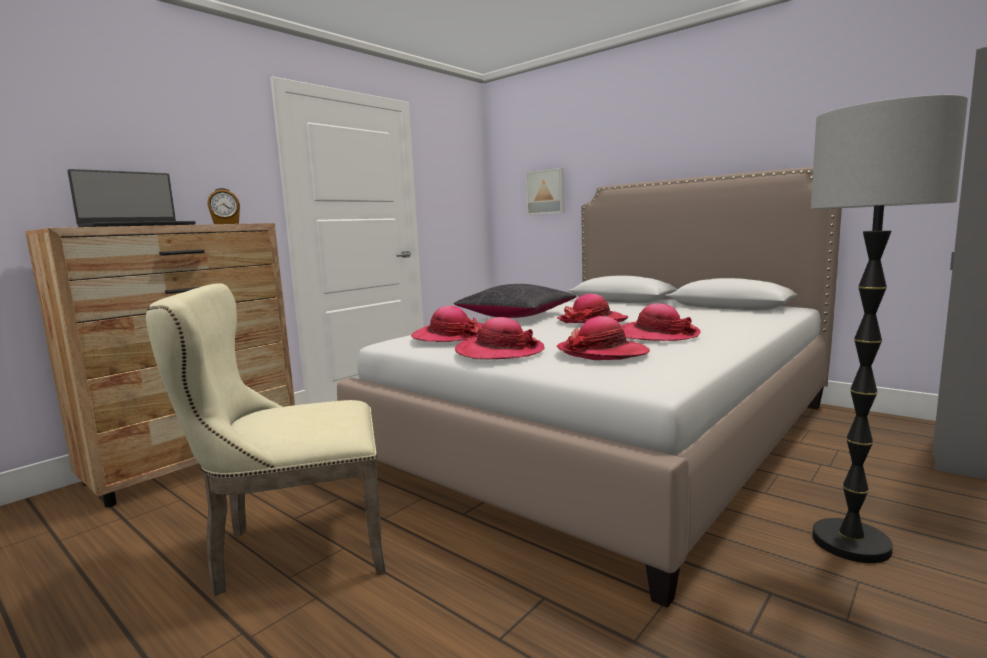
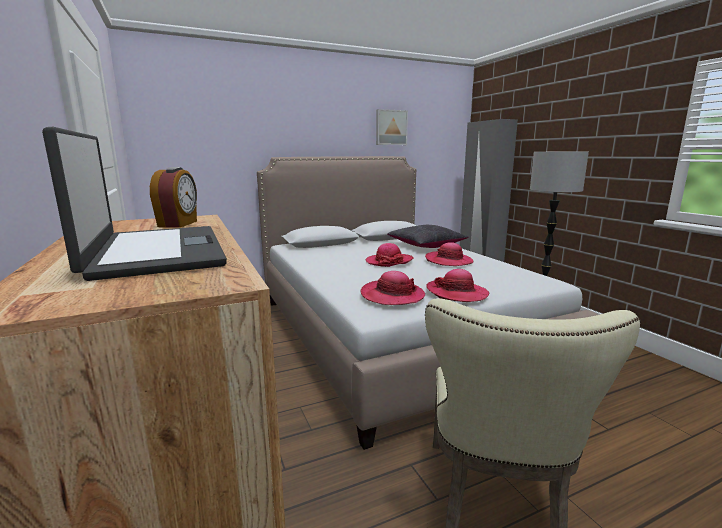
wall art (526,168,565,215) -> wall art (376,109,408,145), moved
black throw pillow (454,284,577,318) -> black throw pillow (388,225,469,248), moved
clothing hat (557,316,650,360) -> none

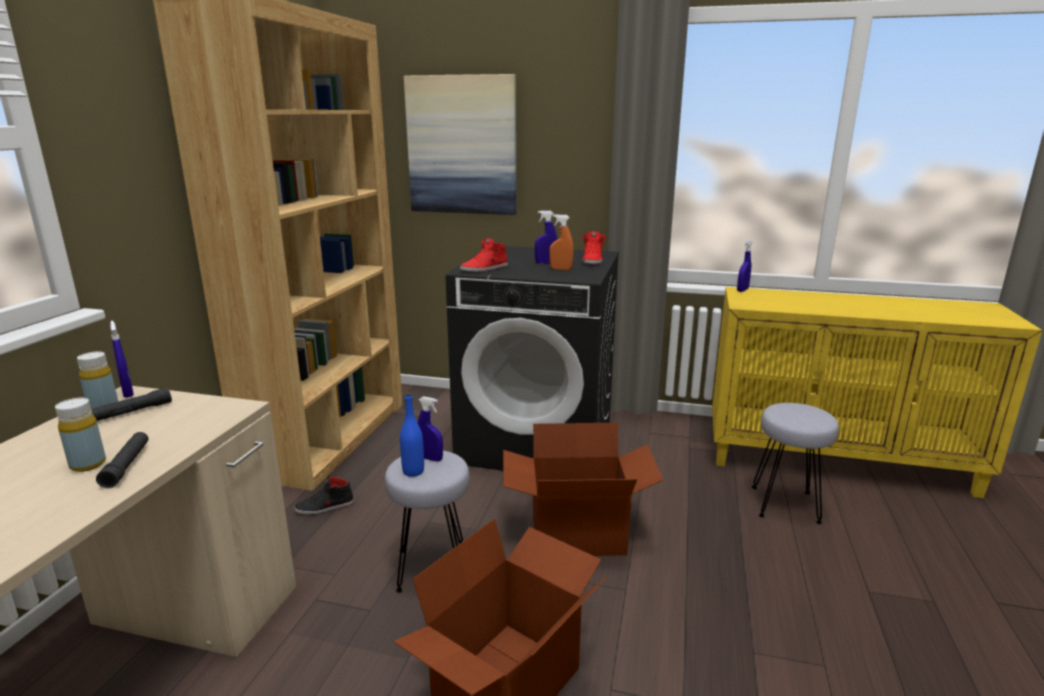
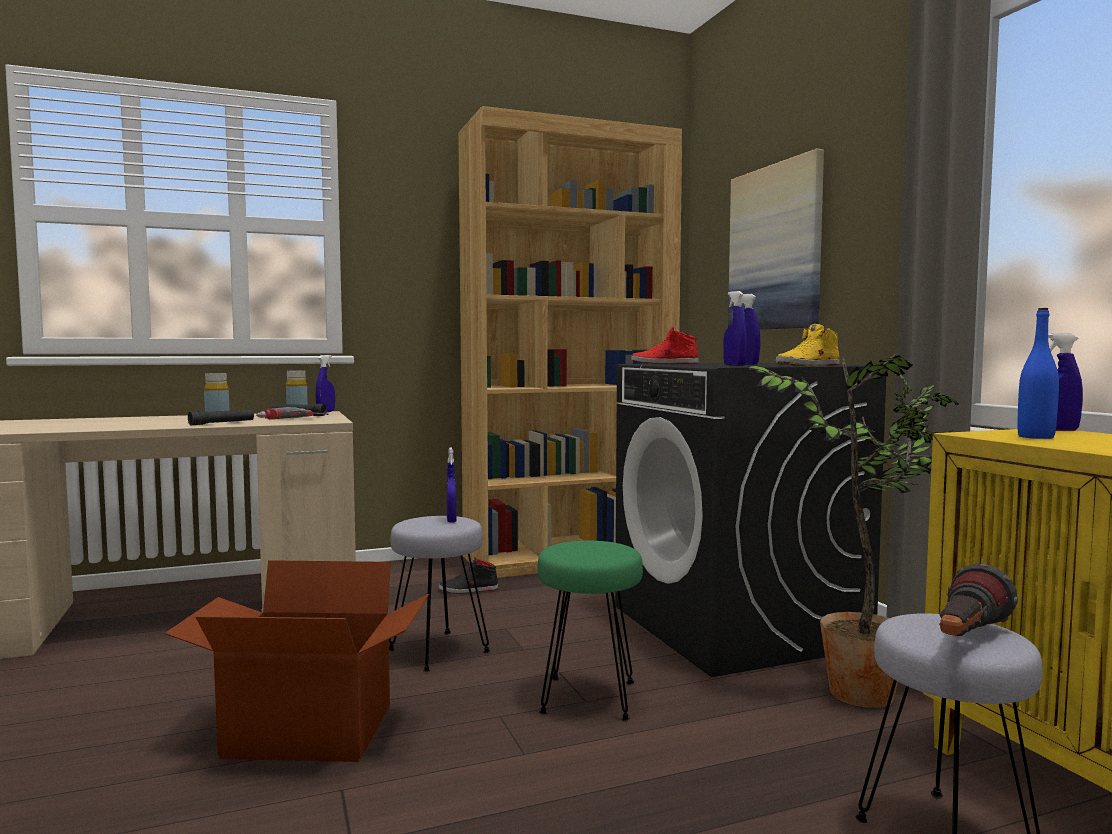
orange-coloured sprayer (549,214,574,270) -> bluish sprayer (723,291,747,366)
red low shoe (582,231,606,264) -> yellow-coloured low shoe (775,324,840,366)
bluish drink bottle (400,392,424,477) -> bluish drink bottle (1017,308,1059,439), moved
packing box (503,423,663,556) -> green-coloured stool (537,541,643,721)
black low shoe (294,476,354,515) -> black low shoe (439,557,498,594), 45 degrees counterclockwise
none -> plant in a pot (746,354,959,708)
none -> drill (256,407,328,420)
none -> hand torch (939,564,1018,636)

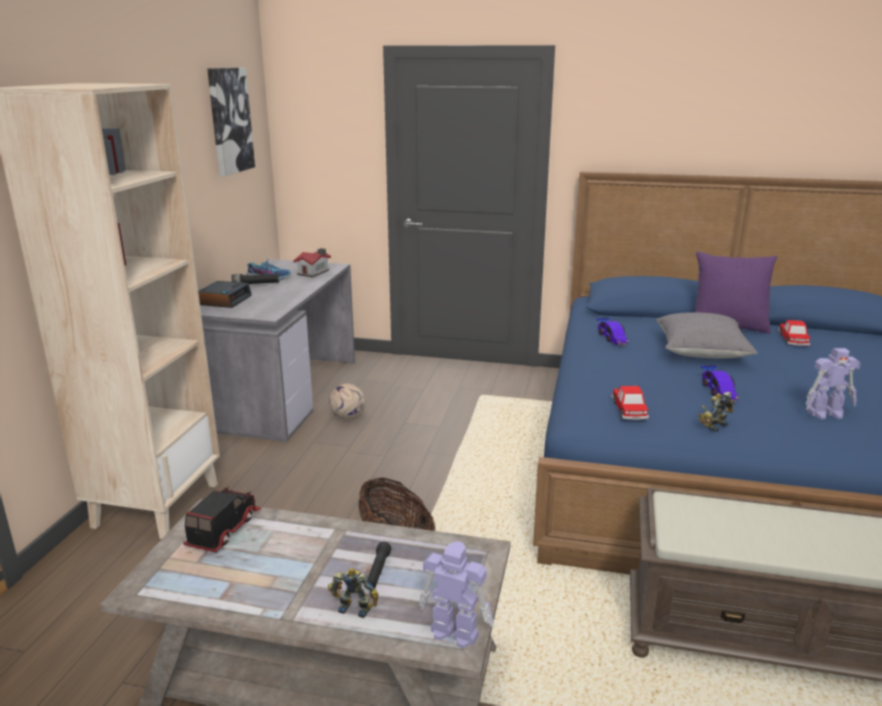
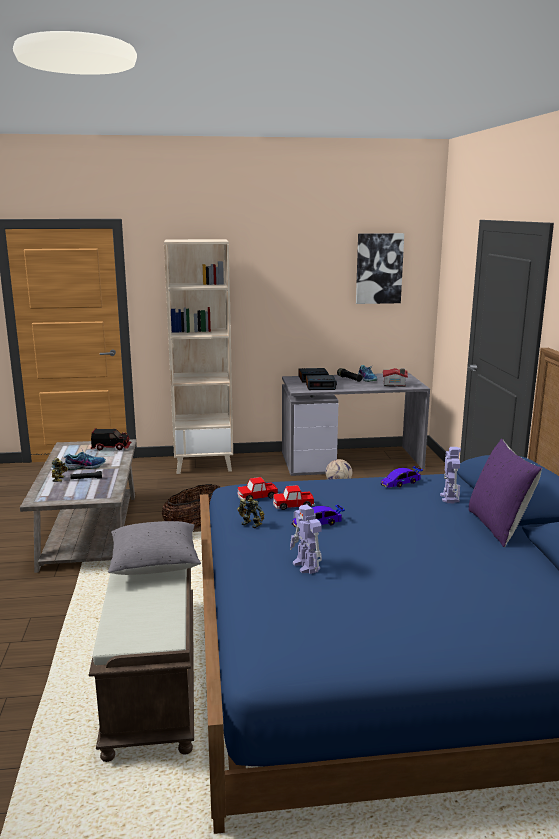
gray throw pillow (656,312,758,358) -> gray throw pillow (108,521,201,575), moved
toy car (778,320,811,346) -> toy car (273,485,315,510), moved
model robot (419,541,494,648) -> model robot (440,447,461,503), moved
none -> table clock (306,375,337,390)
none -> low shoe (64,450,106,470)

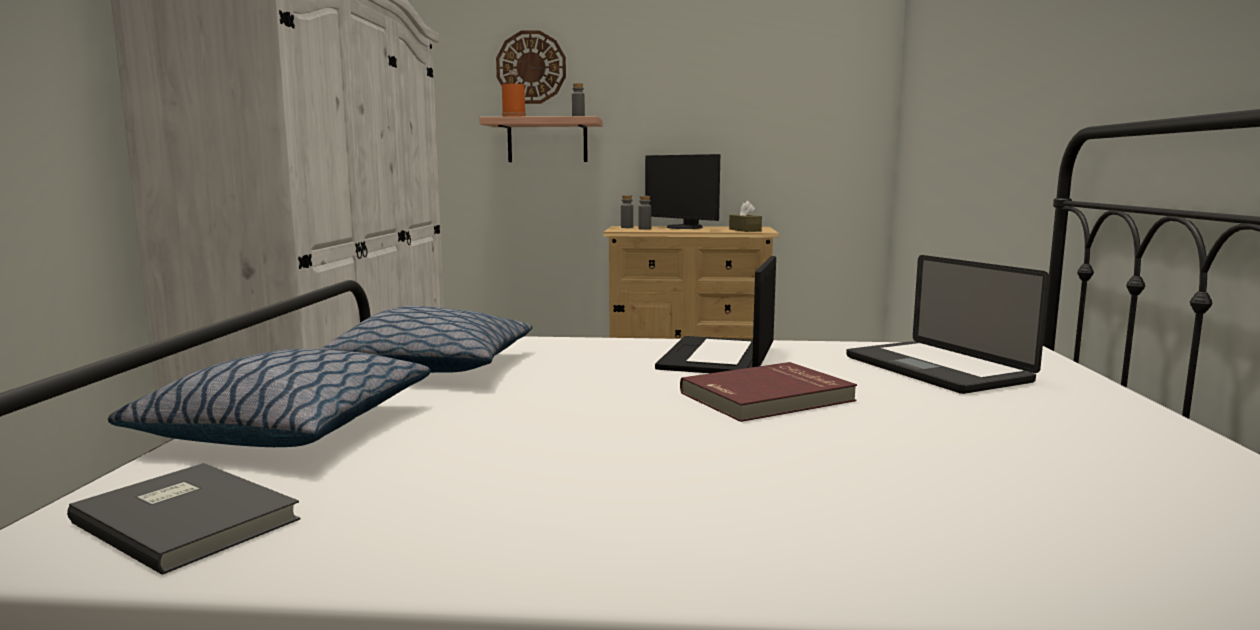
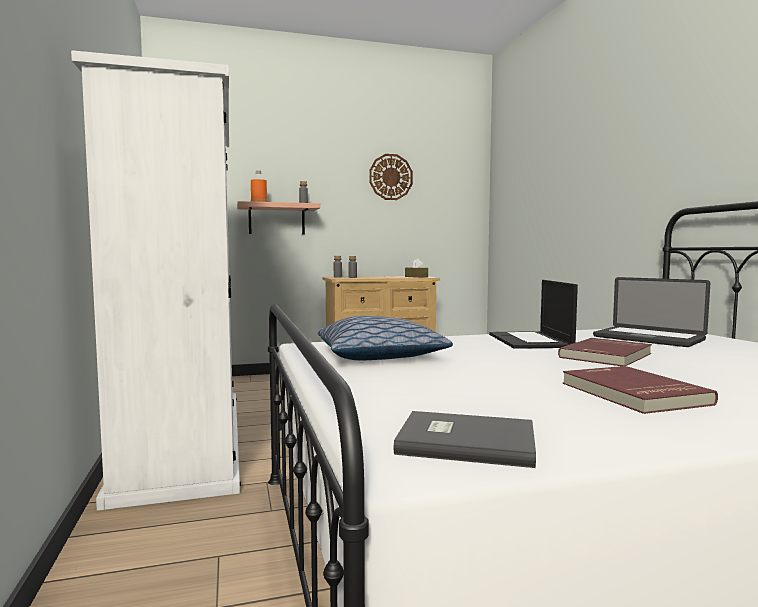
hanging clock (496,30,566,104) -> hanging clock (369,154,413,200), moved
computer display (645,154,720,229) -> none
throw pillow (108,349,430,447) -> none
none -> red bound book (563,366,718,414)

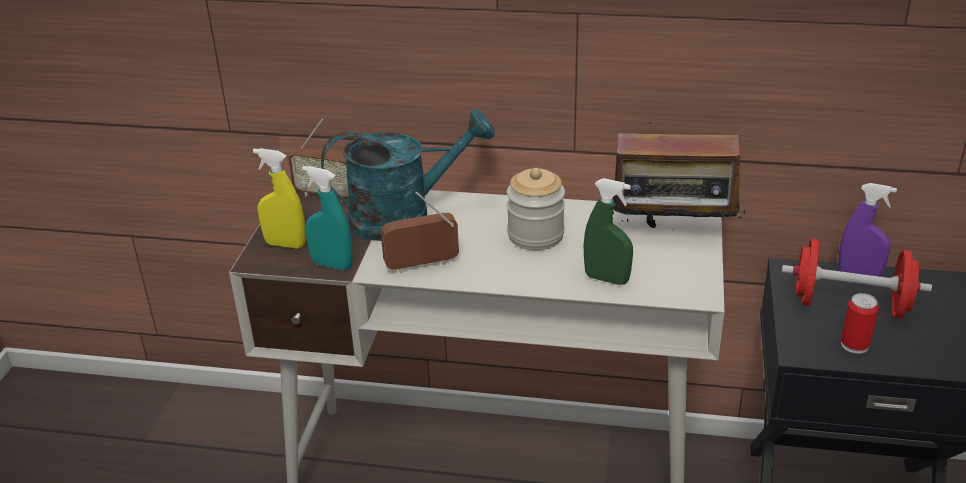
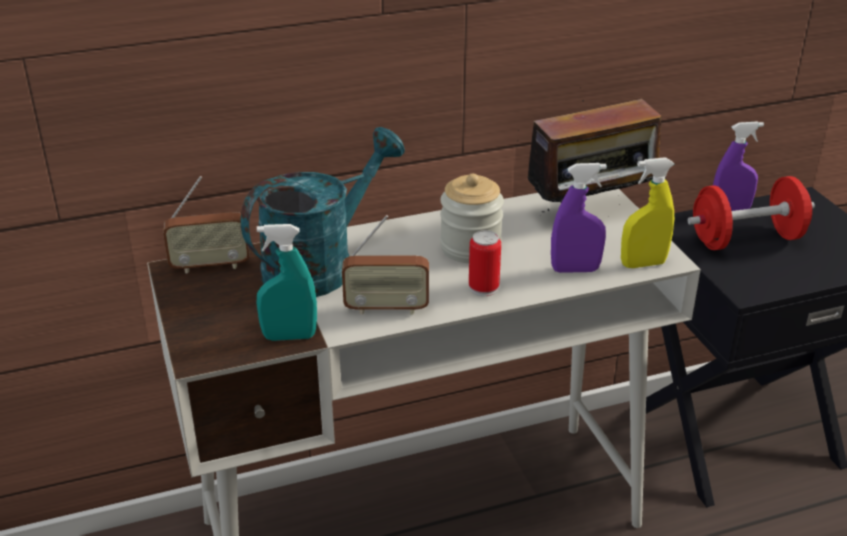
yellow-coloured sprayer (253,148,306,249) -> yellow-coloured sprayer (621,157,674,268), moved
green-coloured sprayer (584,178,633,285) -> purplish sprayer (551,163,607,273)
radio set (380,192,459,273) -> radio set (342,215,429,315), 135 degrees counterclockwise
sealed can (841,293,879,354) -> sealed can (469,230,501,296), moved

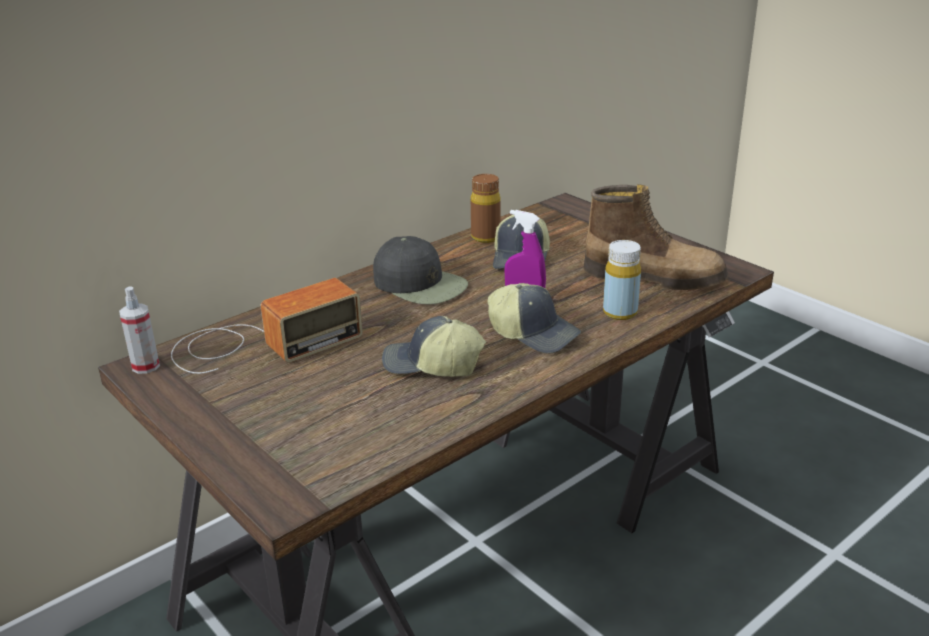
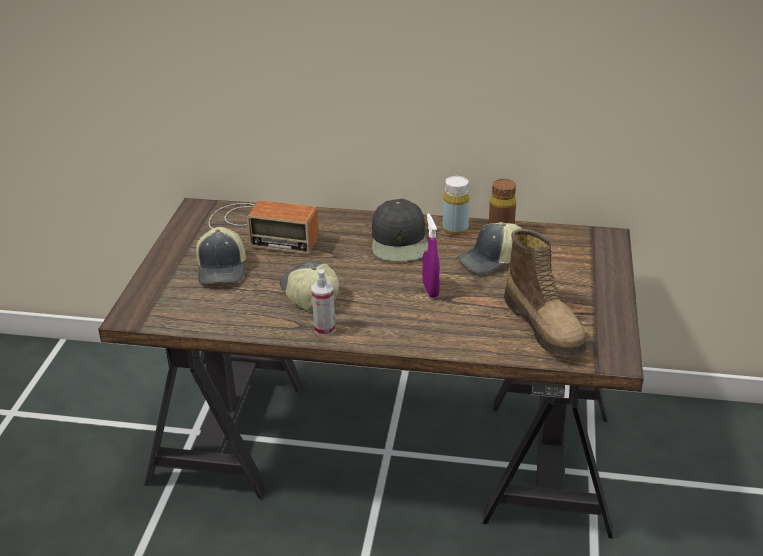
yellow-coloured drink bottle (603,240,641,320) -> yellow-coloured drink bottle (443,176,470,235), moved
cap (487,283,581,354) -> cap (196,227,246,285), moved
sprayer (119,286,160,374) -> sprayer (311,269,335,336), moved

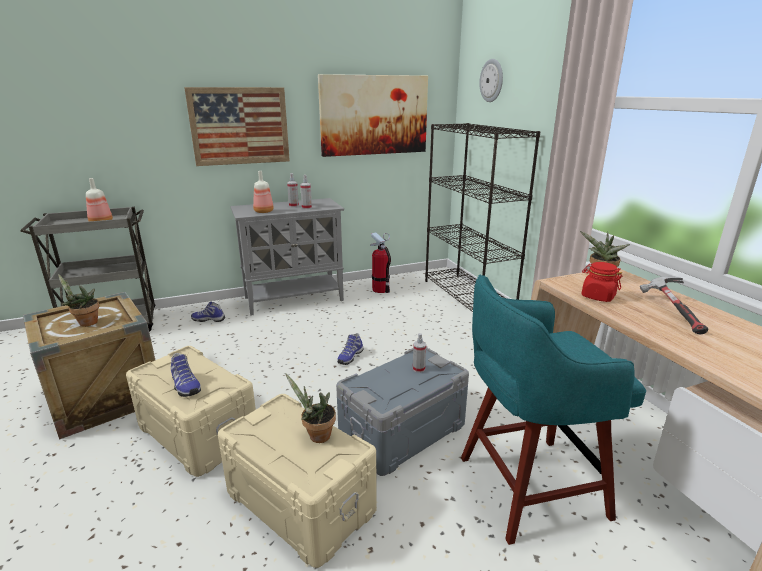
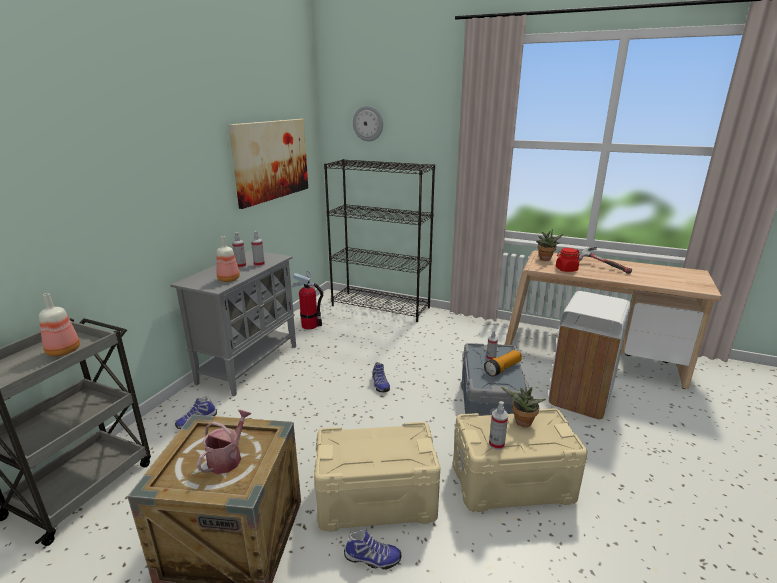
wall art (184,87,290,166) -> none
plant in a pot (58,274,99,327) -> watering can (197,409,252,474)
turquoise-coloured stool (461,275,646,545) -> white trash can (548,291,631,420)
low shoe (171,353,201,397) -> low shoe (344,529,401,570), moved
none -> hand torch (484,350,522,377)
none -> sprayer (489,401,508,450)

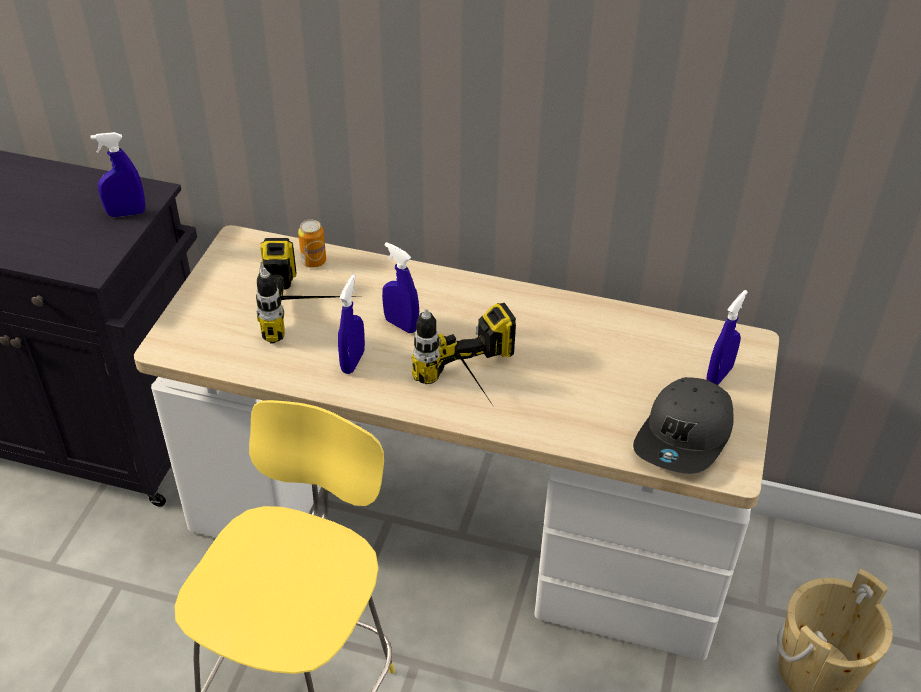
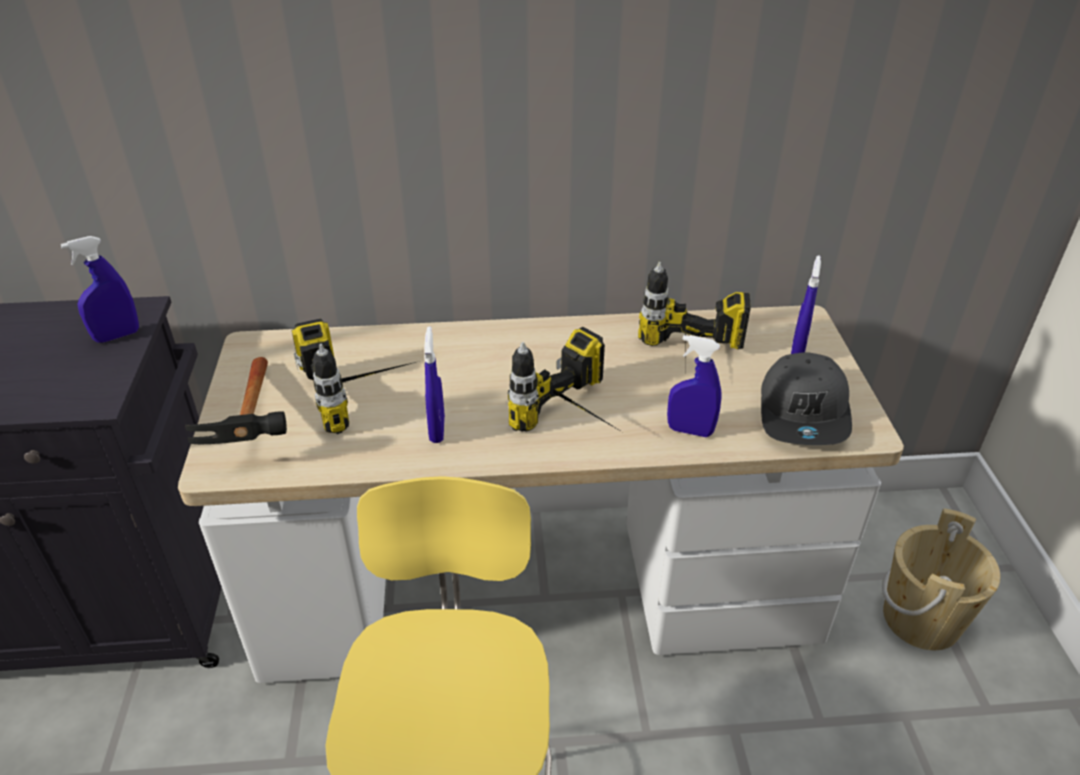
sealed can (298,219,326,268) -> none
bluish sprayer (382,242,419,333) -> bluish sprayer (667,335,722,437), moved
none -> drill (638,262,751,366)
none -> tool hammer (185,357,287,444)

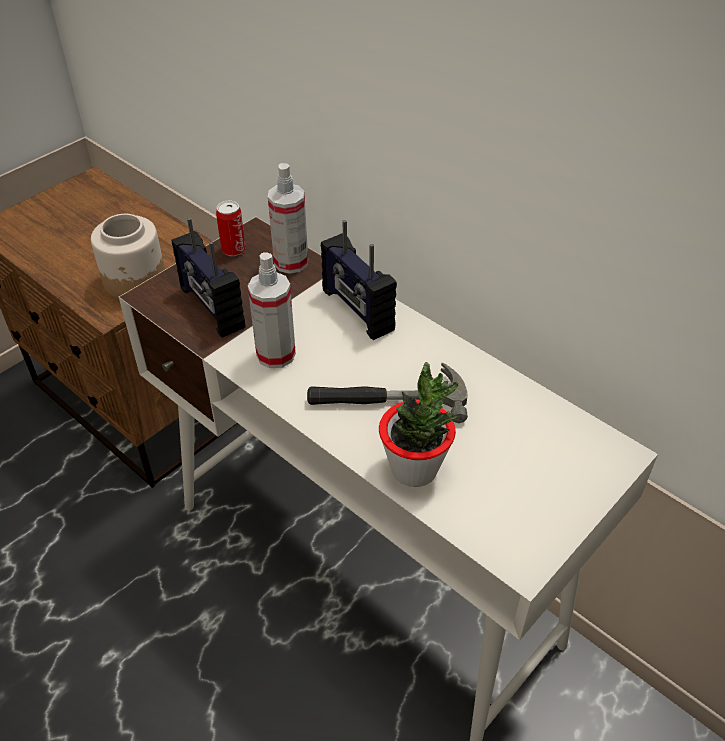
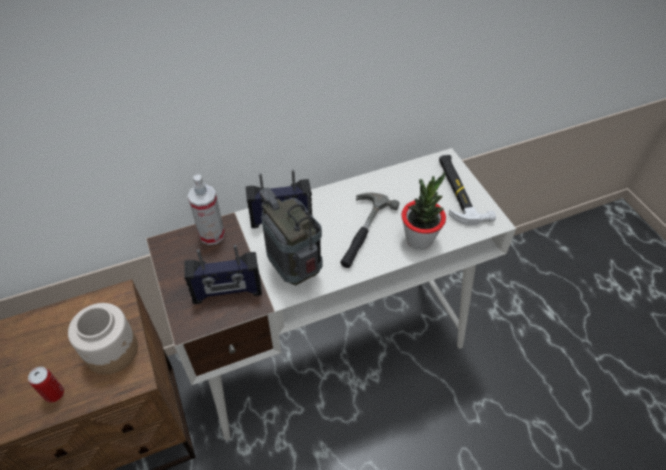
sealed can (216,201,246,256) -> sealed can (28,367,64,403), moved
sprayer (248,252,296,368) -> radio set (259,187,323,285)
none -> tool hammer (439,155,496,225)

